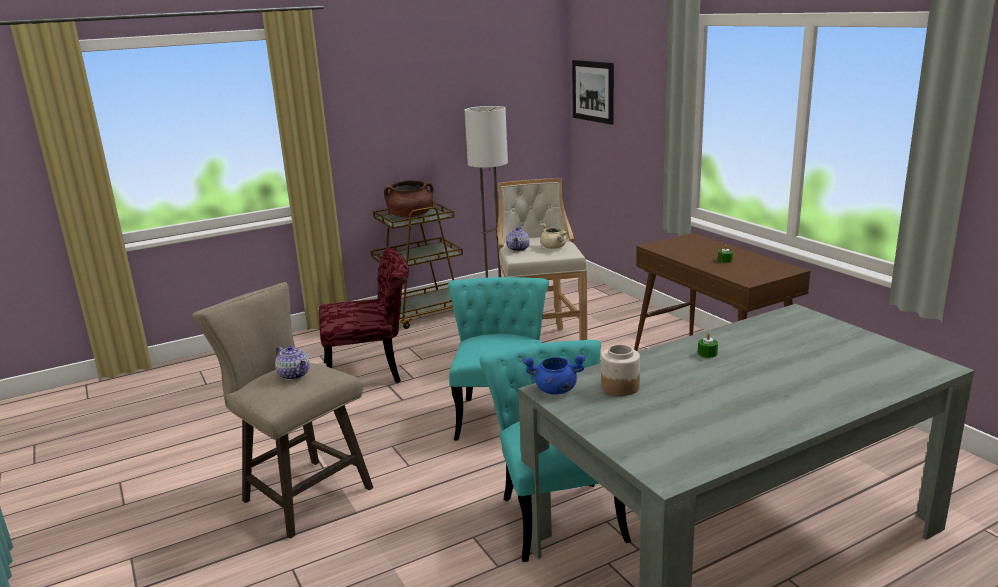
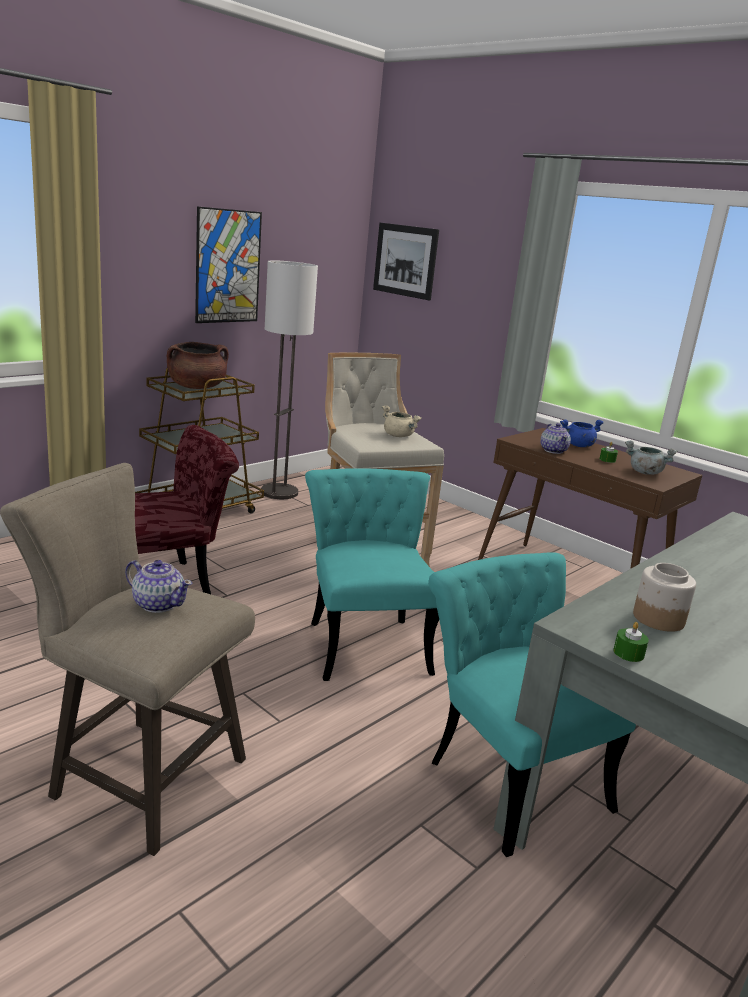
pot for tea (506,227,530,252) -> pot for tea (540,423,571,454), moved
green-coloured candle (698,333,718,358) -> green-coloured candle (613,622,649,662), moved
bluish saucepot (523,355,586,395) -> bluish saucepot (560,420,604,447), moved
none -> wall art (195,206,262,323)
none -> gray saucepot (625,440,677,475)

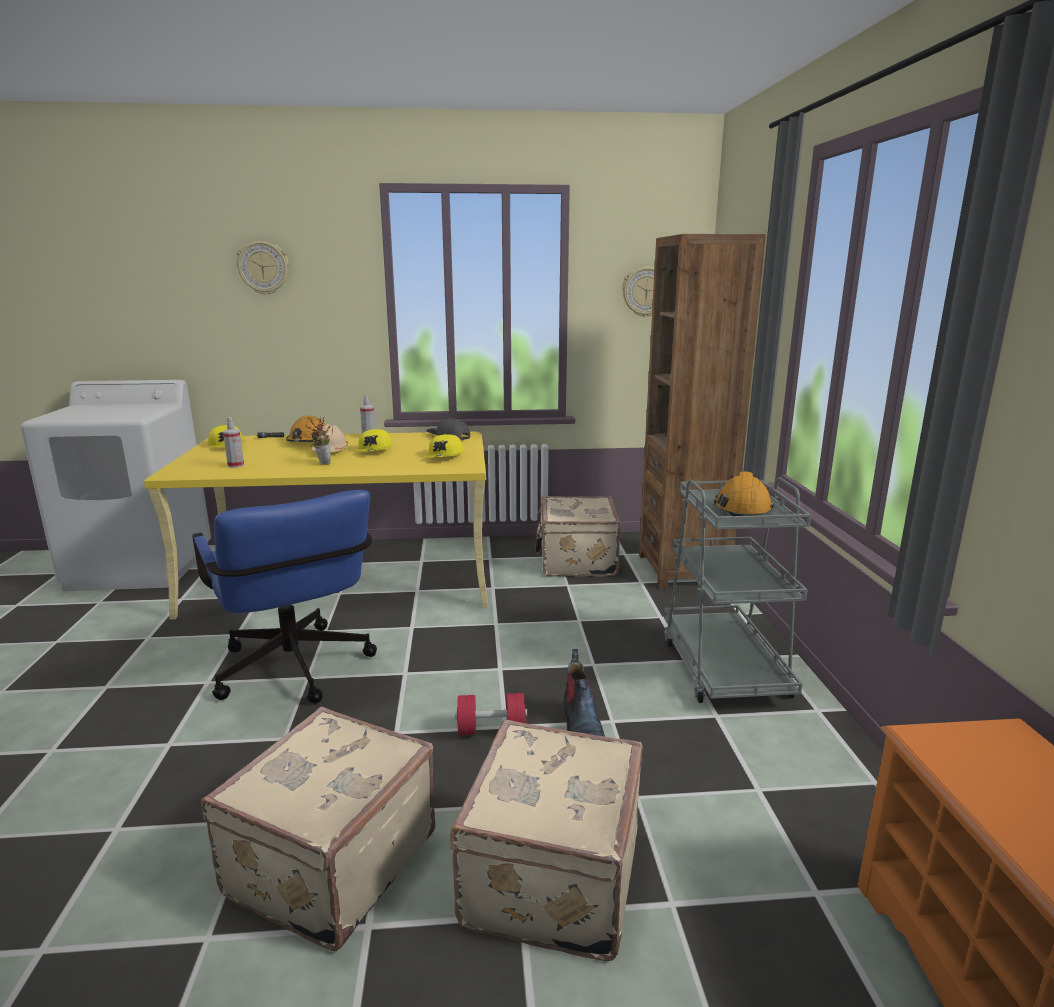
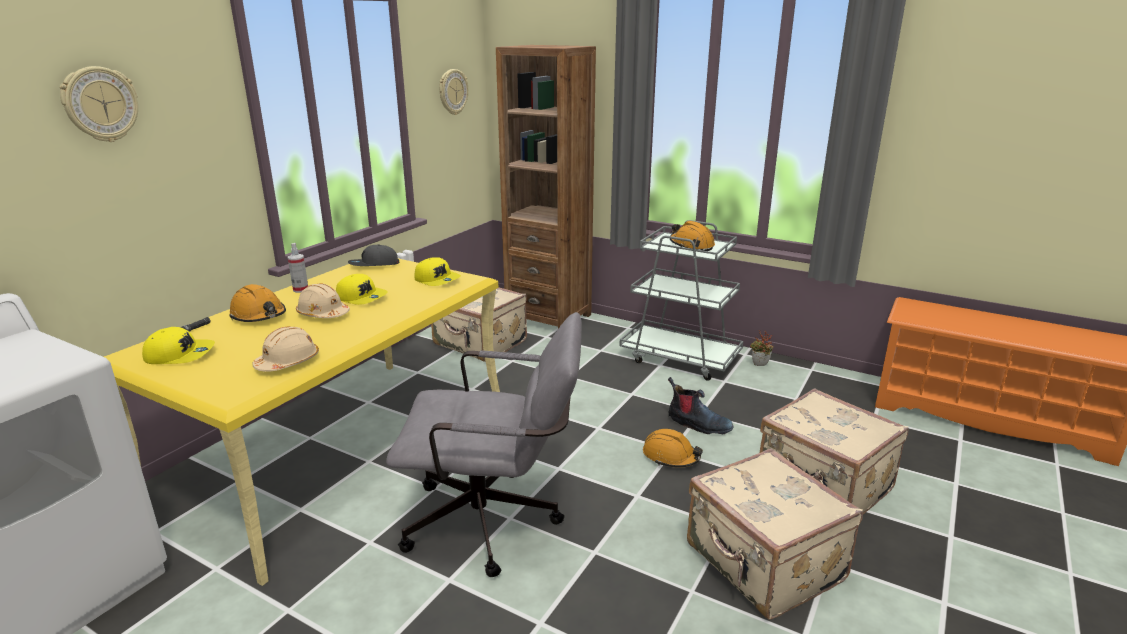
sprayer (223,417,244,468) -> beige work helmet (253,327,319,372)
plant in a pot (305,417,331,465) -> plant in a pot (750,330,773,366), moved
bluish desk chair (192,490,377,704) -> gray desk chair (386,312,582,577)
red dumbbell (455,693,527,735) -> orange-coloured work helmet (643,429,703,468)

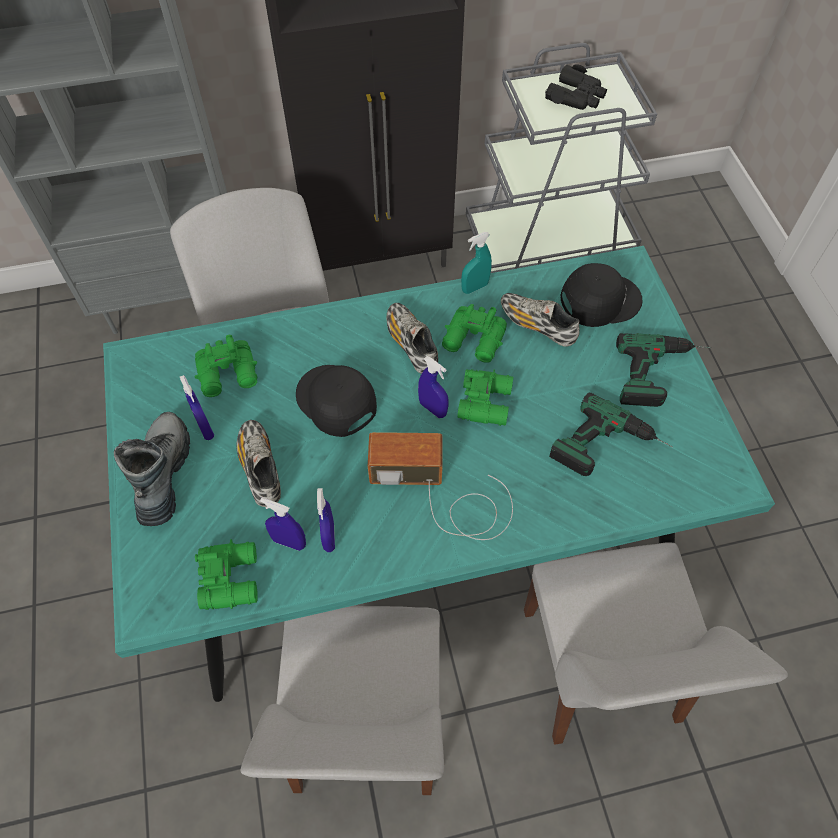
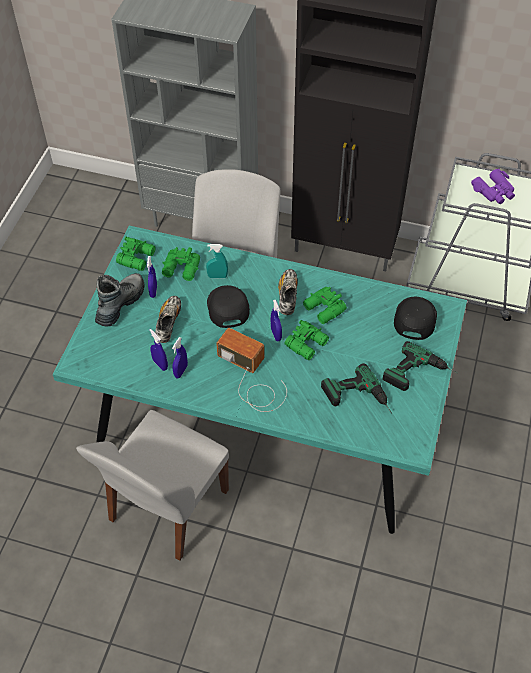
black pair of binoculars (545,64,607,110) -> purplish pair of binoculars (471,169,515,204)
turquoise-coloured sprayer (461,232,492,294) -> turquoise-coloured sprayer (206,244,228,279), moved
black cap (561,263,643,327) -> black cap (394,297,437,340), 90 degrees counterclockwise
low shoe (501,293,580,347) -> none
green-coloured pair of binoculars (195,539,258,610) -> green-coloured pair of binoculars (116,237,155,271), moved
white plain chair (524,543,788,745) -> none

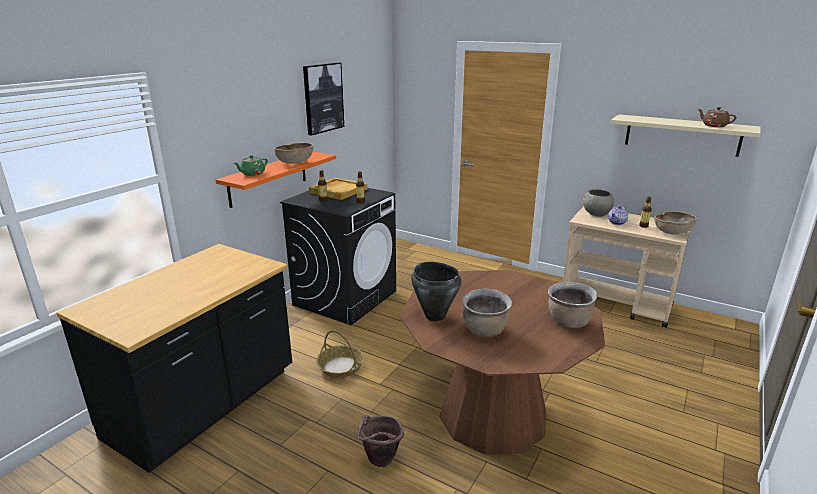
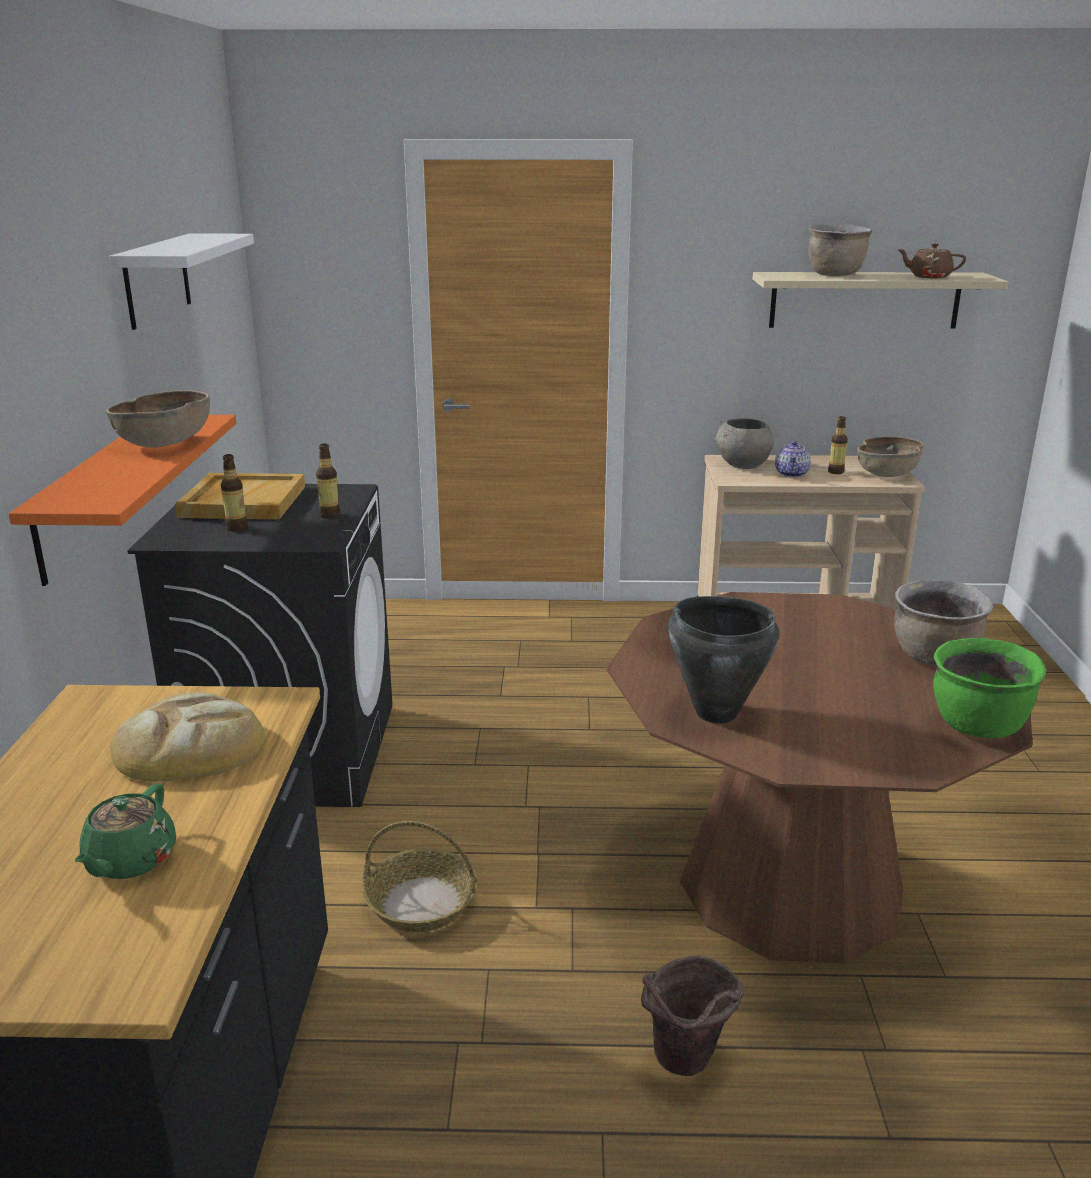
wall art (303,62,344,136) -> white shelf (109,234,254,330)
green-coloured pot for tea (233,155,268,176) -> green-coloured pot for tea (74,783,176,879), moved
brown saucepot (462,288,512,337) -> brown saucepot (808,224,873,276), moved
none -> green-coloured saucepot (933,638,1046,738)
none -> bread (110,692,265,781)

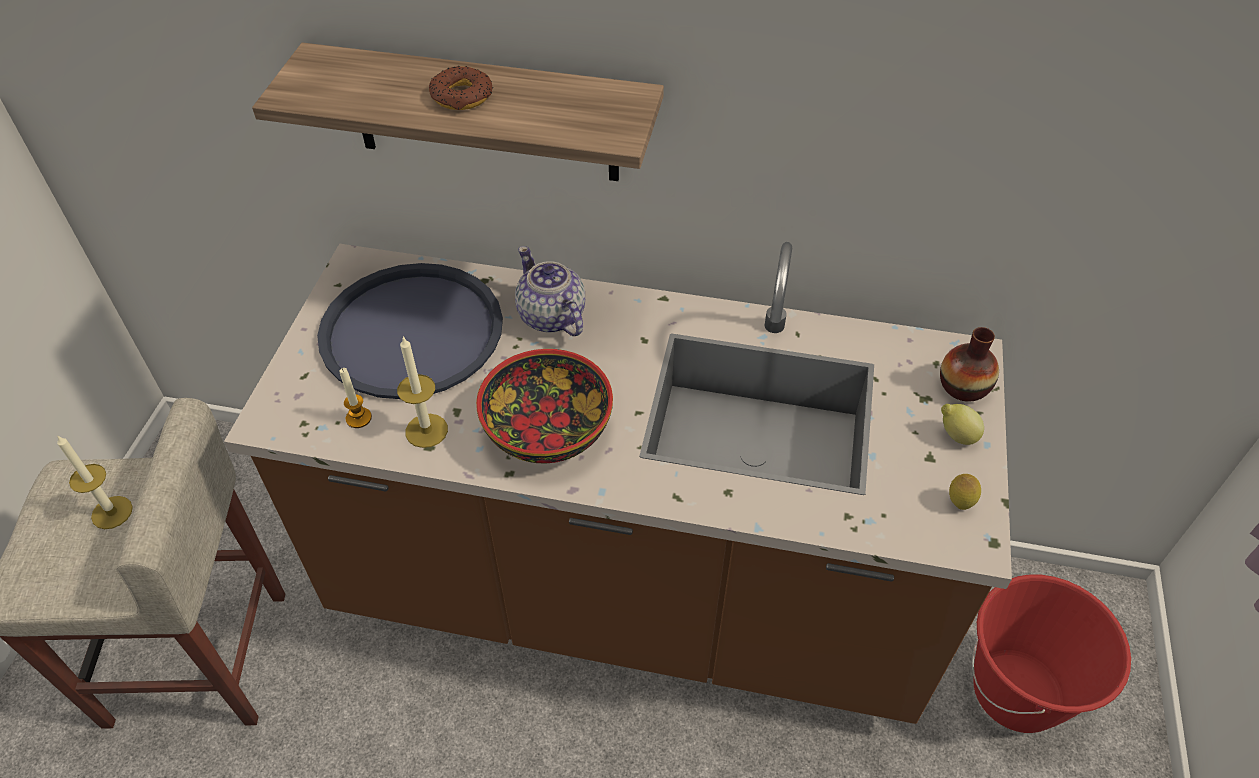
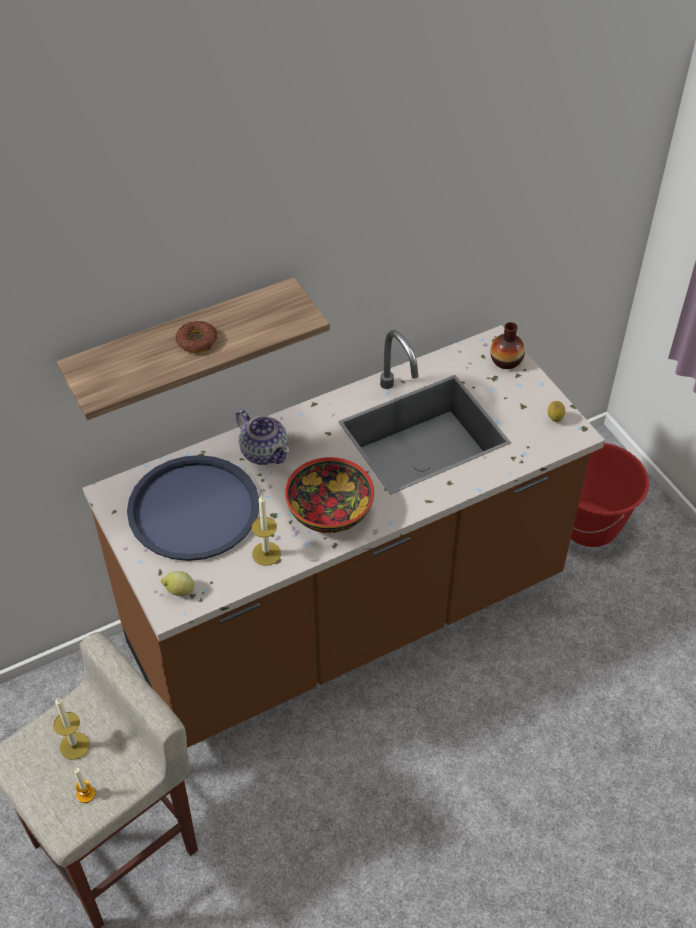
pot for tea (515,246,585,336) -> pot for tea (235,410,290,465), 150 degrees counterclockwise
candle (339,368,372,428) -> candle (74,768,95,803), moved
whole lemon (941,404,984,445) -> whole lemon (161,571,194,596), moved

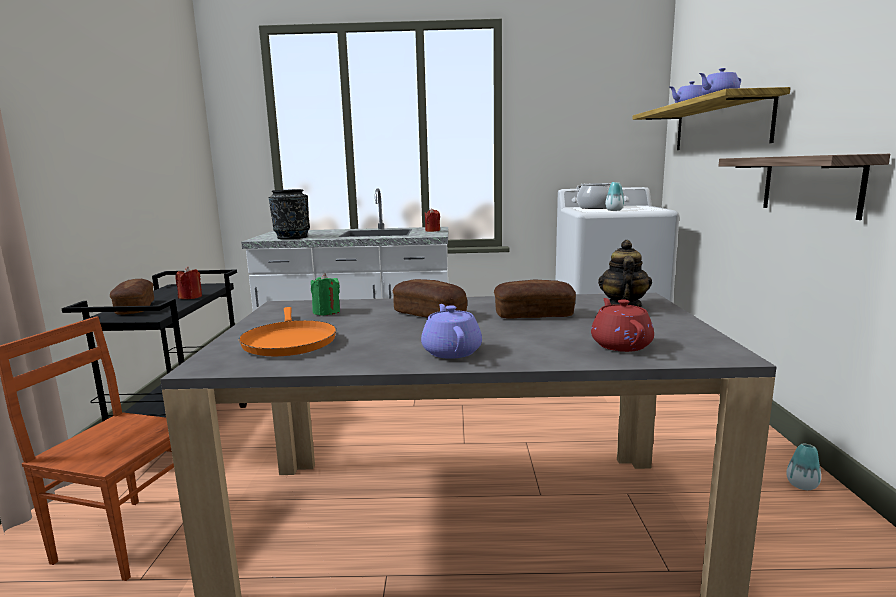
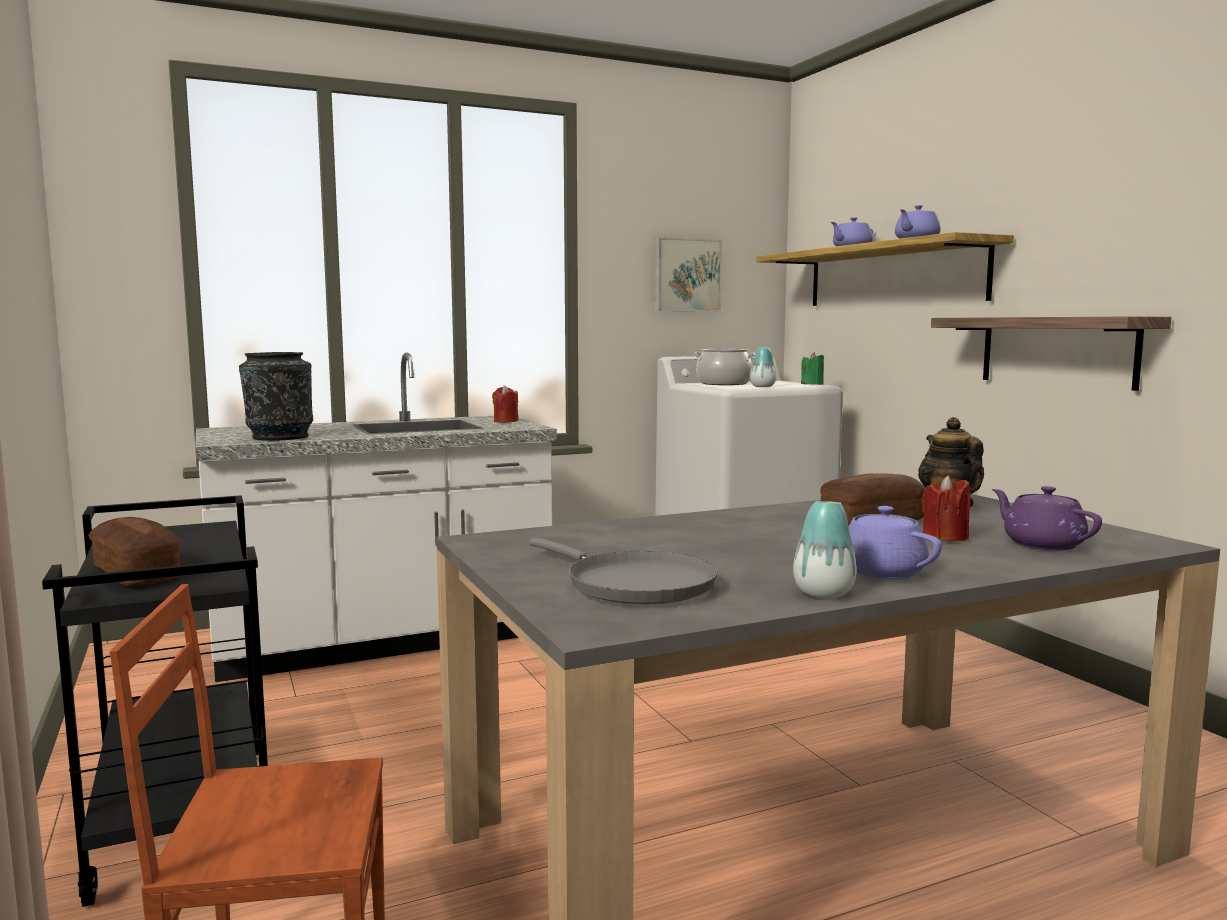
red candle (175,267,202,299) -> red candle (921,476,970,541), moved
green-coloured candle (311,273,340,316) -> green-coloured candle (801,352,824,385), moved
bread (392,279,467,318) -> none
red pot for tea (591,298,654,352) -> purplish pot for tea (992,486,1102,550)
orange-coloured frying pan (239,307,336,356) -> gray frying pan (529,538,718,604)
flower vase (786,444,821,490) -> flower vase (793,501,857,598), moved
none -> wall art (655,238,722,312)

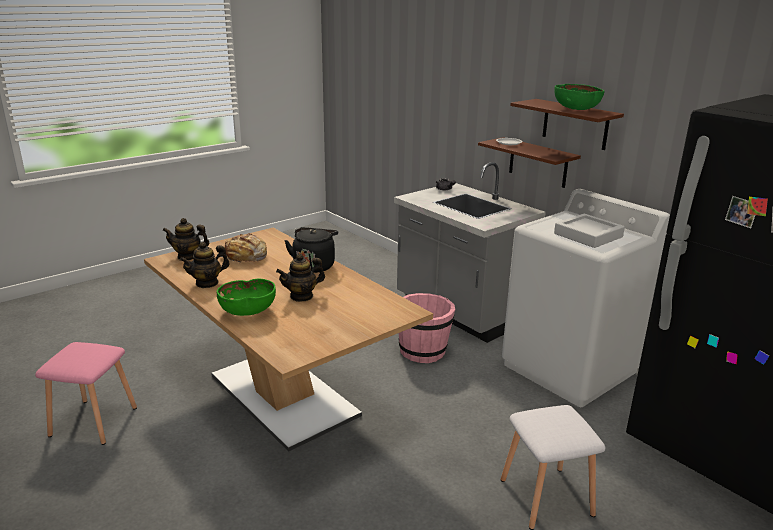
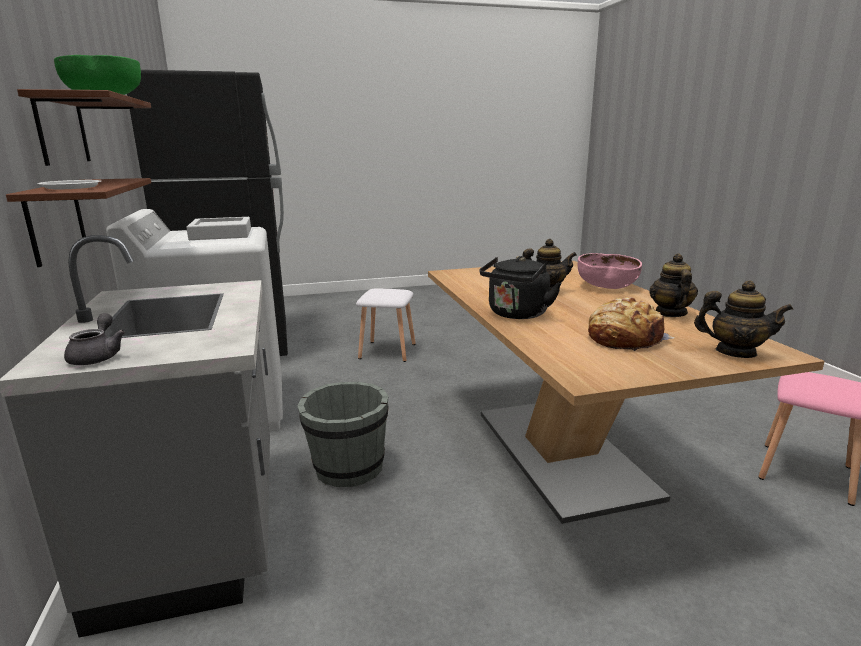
pot for tea (180,242,230,288) -> pot for tea (649,253,698,317), 75 degrees counterclockwise
green-coloured serving bowl (217,279,276,316) -> pinkish serving bowl (578,253,642,289)
pinkish pail (399,293,455,363) -> gray pail (297,382,389,487)

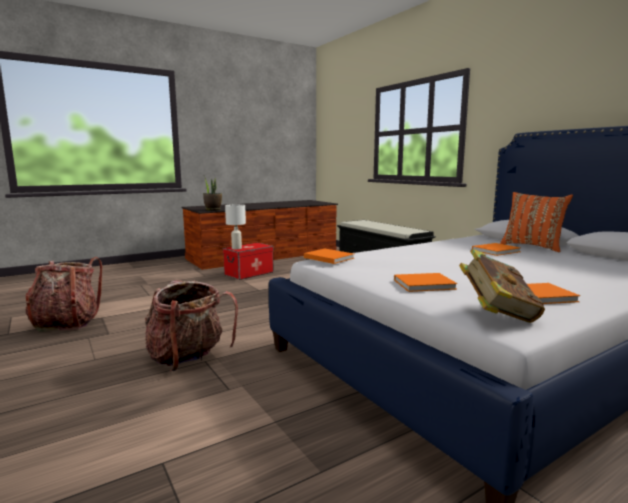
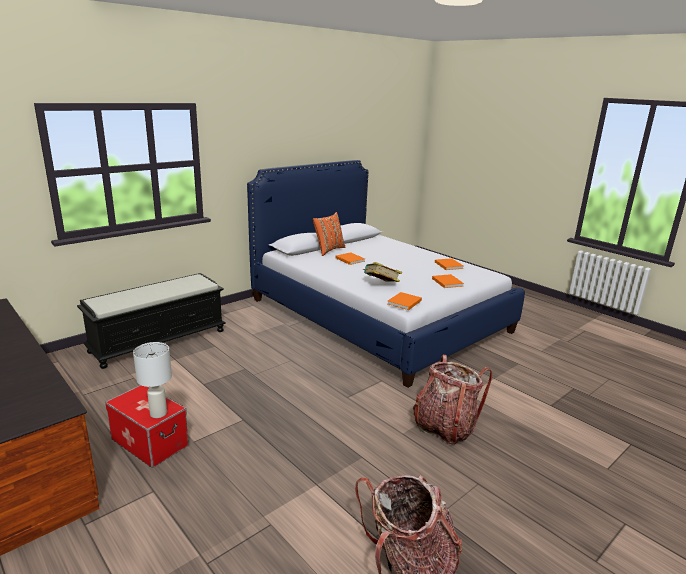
plant in a pot (203,178,222,210) -> none
bound book (459,249,545,323) -> bound book (363,262,402,282), moved

